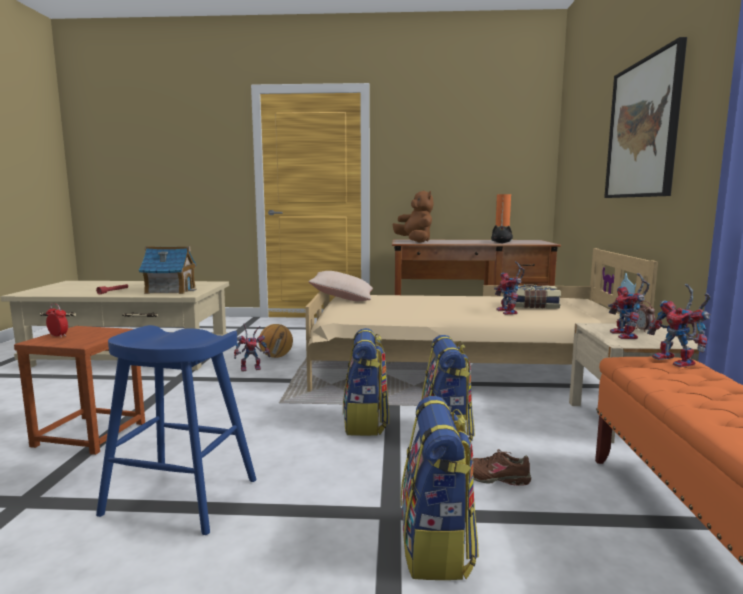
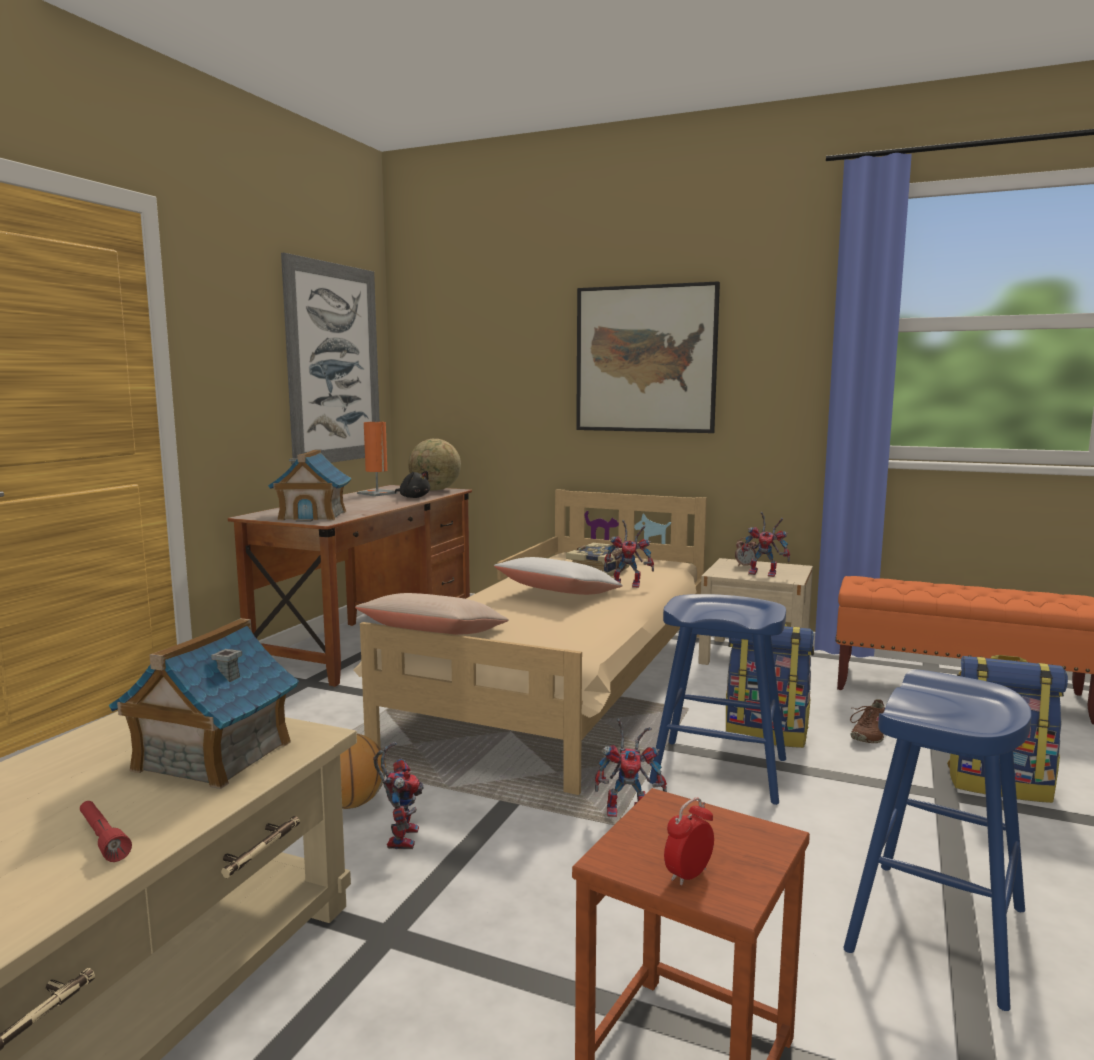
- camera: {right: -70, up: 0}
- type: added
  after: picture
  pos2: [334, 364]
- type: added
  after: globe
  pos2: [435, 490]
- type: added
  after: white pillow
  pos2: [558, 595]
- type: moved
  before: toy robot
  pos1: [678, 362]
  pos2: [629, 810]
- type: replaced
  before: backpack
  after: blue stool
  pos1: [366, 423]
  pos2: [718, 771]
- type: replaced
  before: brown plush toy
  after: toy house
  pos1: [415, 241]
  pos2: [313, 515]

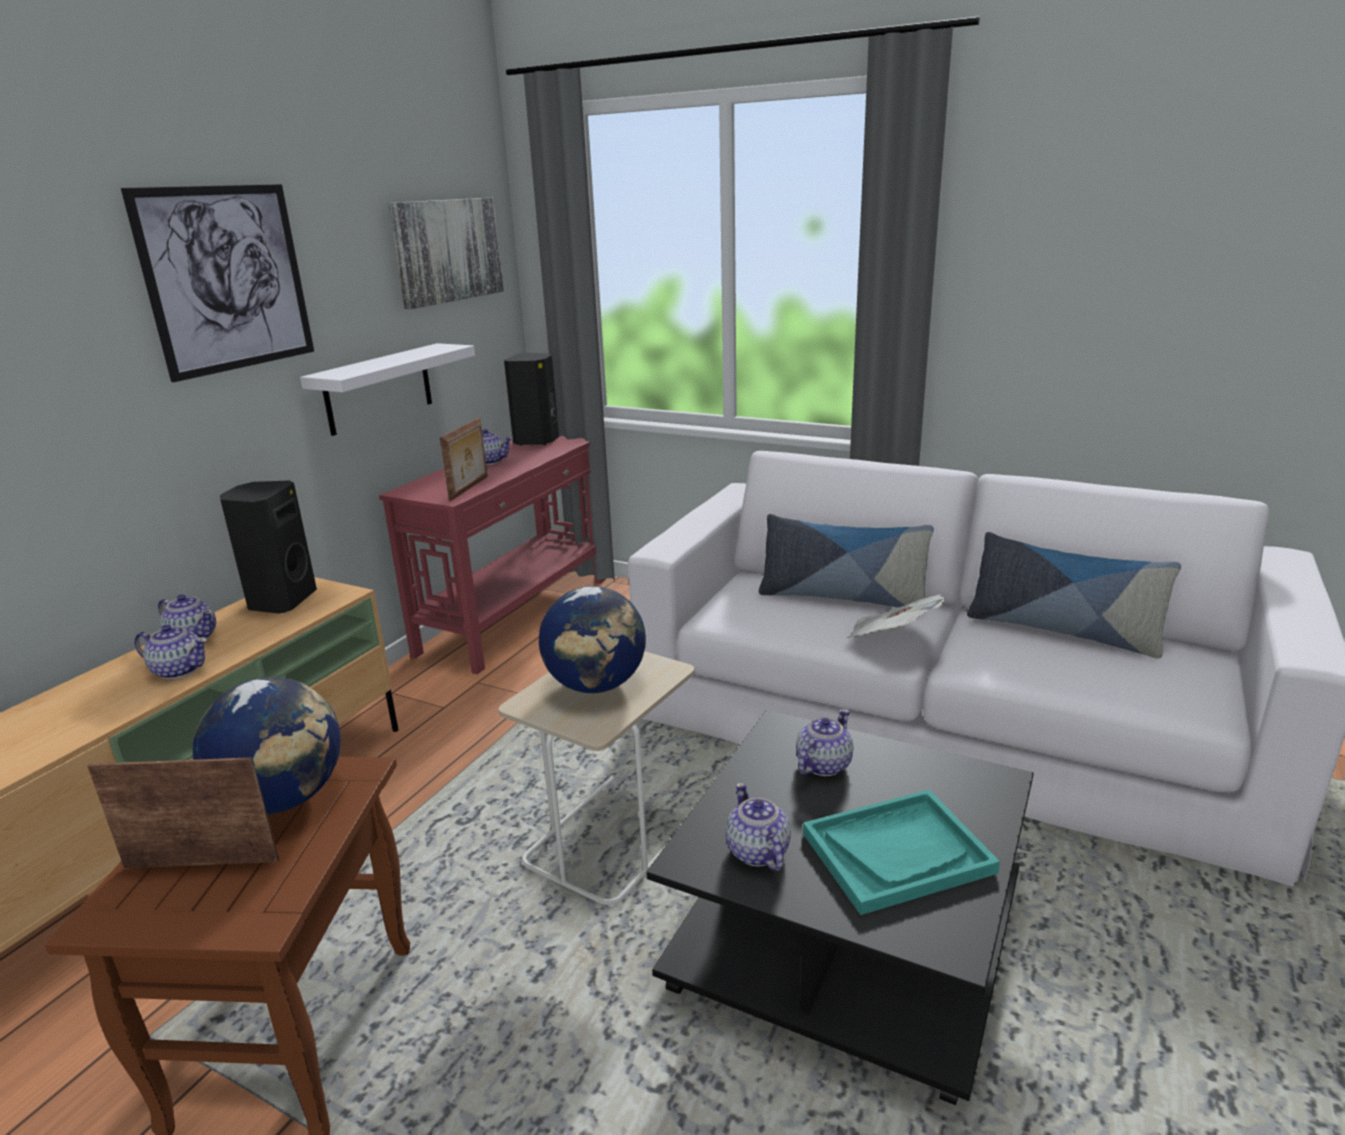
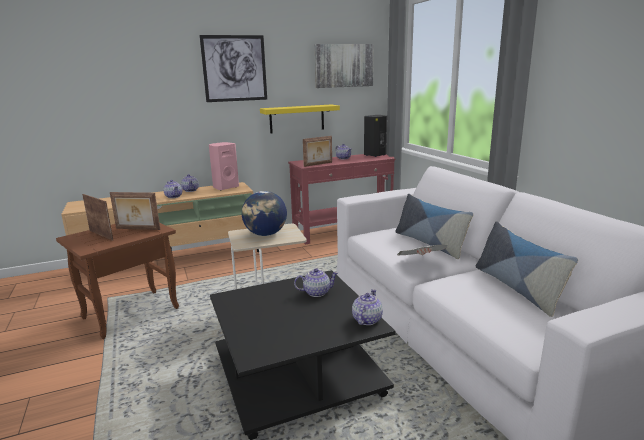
- camera: {right: 40, up: -5}
- type: removed
  before: turquoise tray
  pos1: [897, 852]
- type: moved
  before: teapot
  pos1: [757, 852]
  pos2: [366, 320]
- type: replaced
  before: globe
  after: picture frame
  pos1: [284, 799]
  pos2: [137, 229]
- type: recoloured
  before: black speaker
  after: pink speaker
  pos1: [280, 601]
  pos2: [225, 187]
- type: recoloured
  before: white shelf
  after: yellow shelf
  pos1: [379, 388]
  pos2: [297, 118]

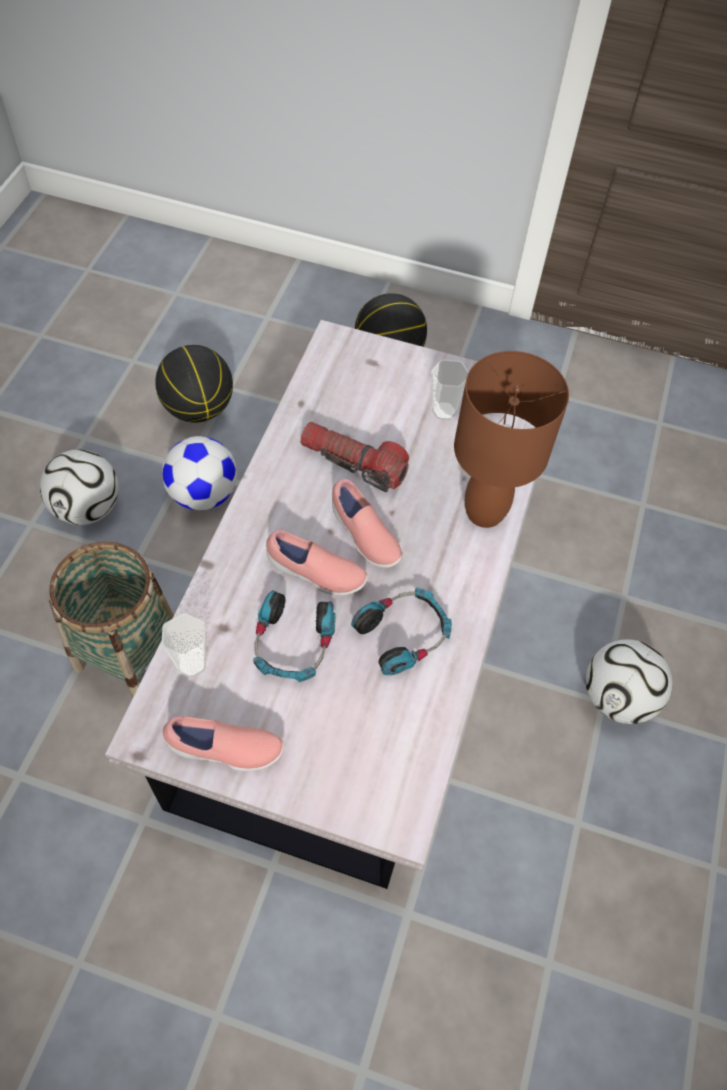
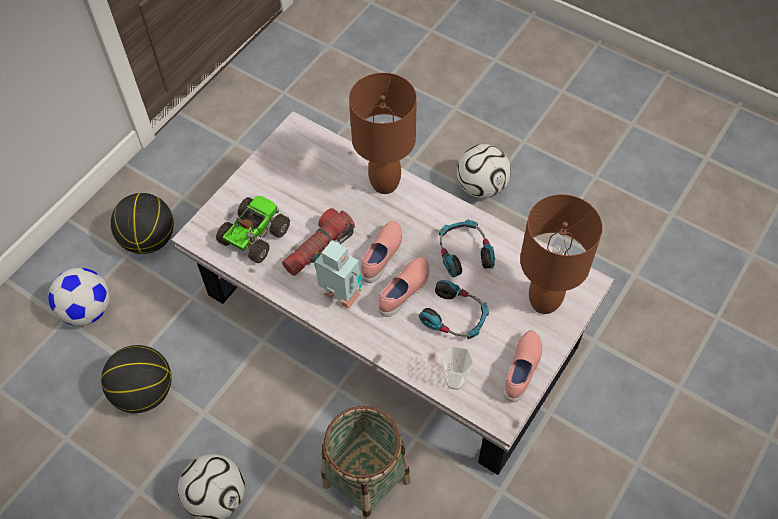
- camera: {right: -70, up: 0}
- type: removed
  before: cup
  pos1: [444, 411]
- type: added
  after: toy truck
  pos2: [253, 236]
- type: added
  after: toy robot
  pos2: [341, 298]
- type: added
  after: brown table lamp
  pos2: [544, 303]
- type: moved
  before: football
  pos1: [203, 494]
  pos2: [87, 310]
- type: turned
  before: pink shoe
  pos1: [364, 536]
  pos2: [382, 257]
  turn: -45

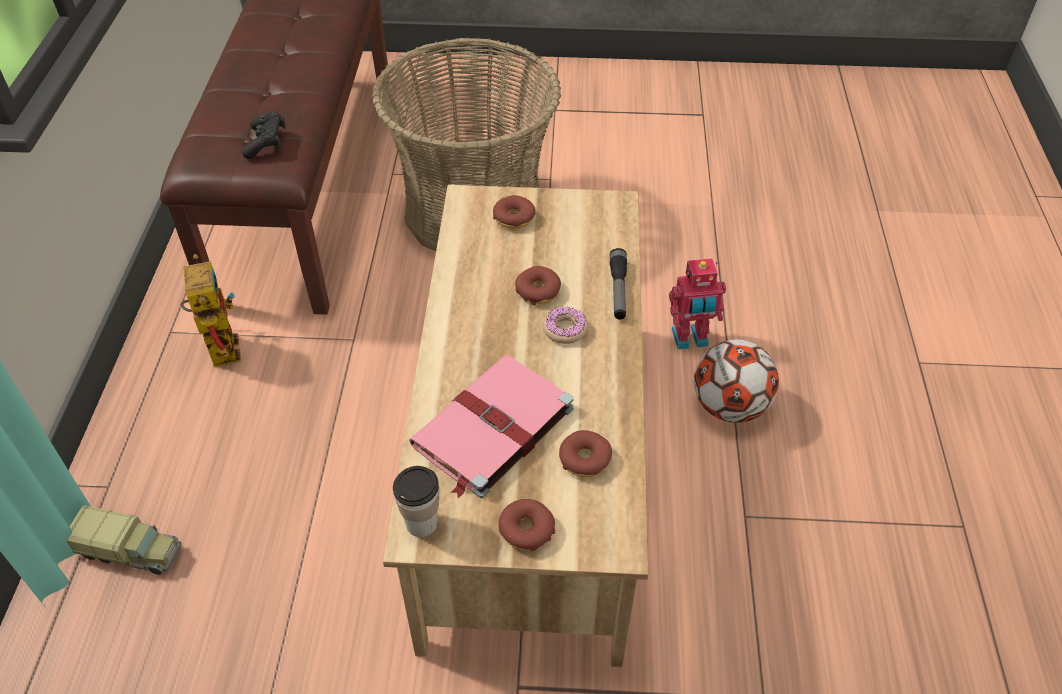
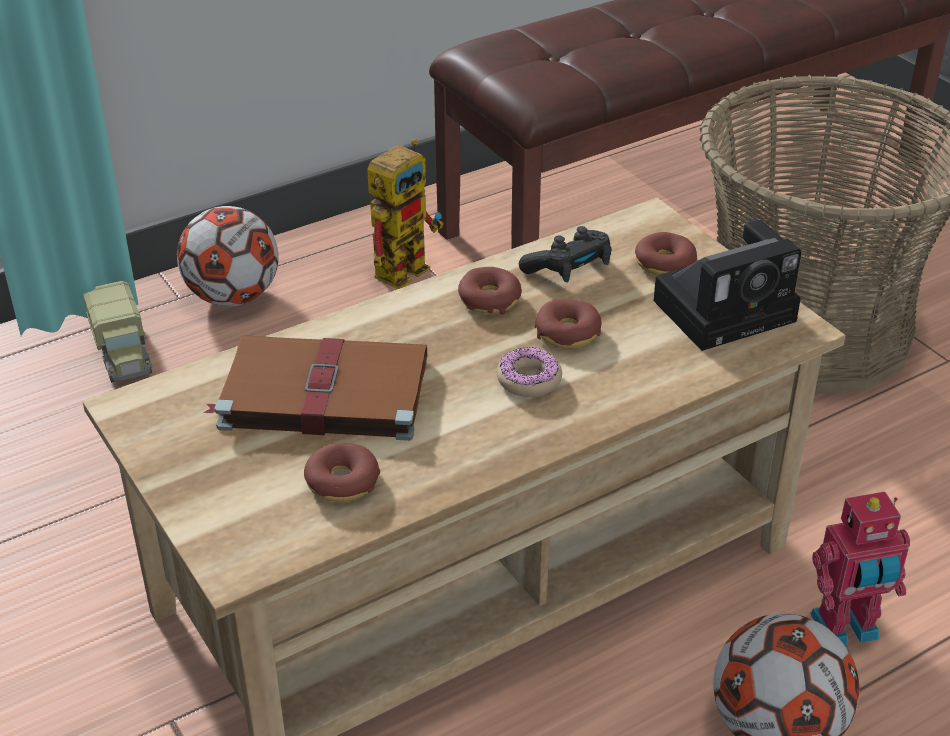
- camera: {right: 55, up: -10}
- type: removed
  before: cup
  pos1: [421, 523]
- type: removed
  before: flashlight
  pos1: [618, 290]
- type: added
  after: football
  pos2: [233, 296]
- type: added
  after: photo camera
  pos2: [728, 308]
- type: moved
  before: black game controller
  pos1: [266, 143]
  pos2: [569, 269]
- type: moved
  before: donut
  pos1: [526, 529]
  pos2: [489, 299]
- type: recoloured
  before: pink book
  after: brown book
  pos1: [491, 429]
  pos2: [320, 393]
- type: turned
  before: toy robot
  pos1: [690, 339]
  pos2: [846, 630]
  turn: -60

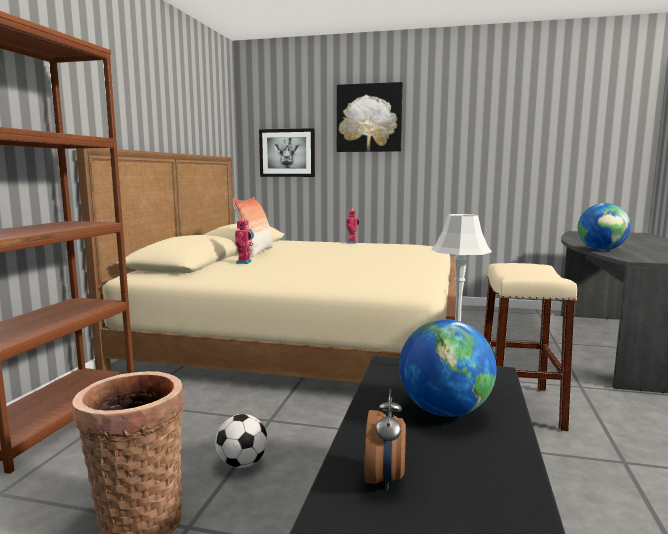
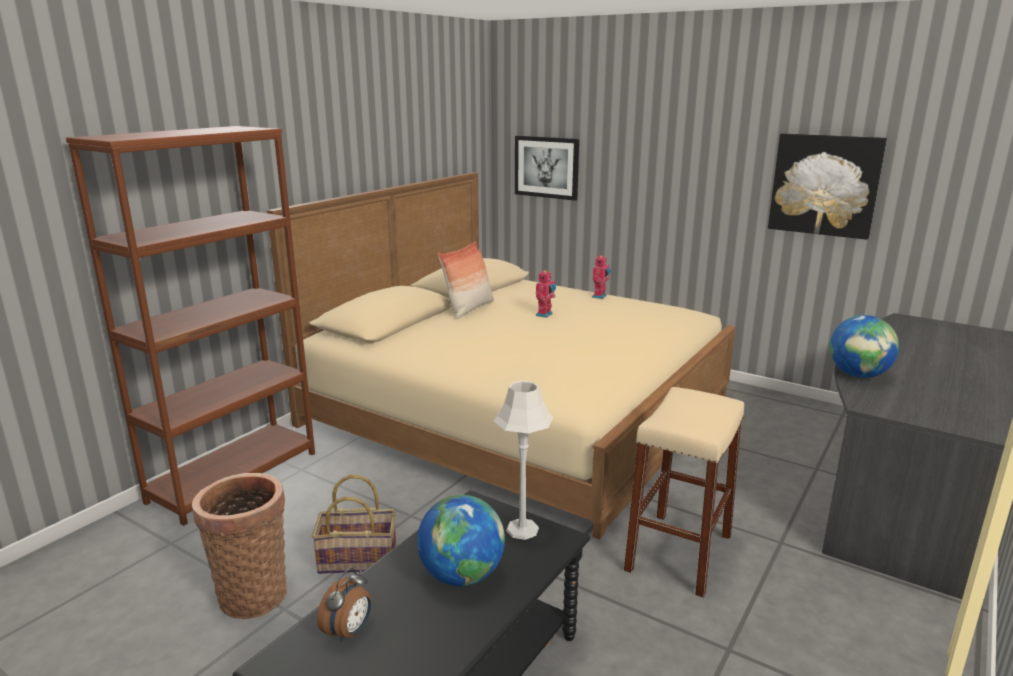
- camera: {right: 20, up: 10}
- type: moved
  before: toy robot
  pos1: [245, 262]
  pos2: [545, 315]
- type: moved
  before: picture
  pos1: [369, 118]
  pos2: [824, 185]
- type: replaced
  before: football
  after: basket
  pos1: [242, 464]
  pos2: [358, 559]

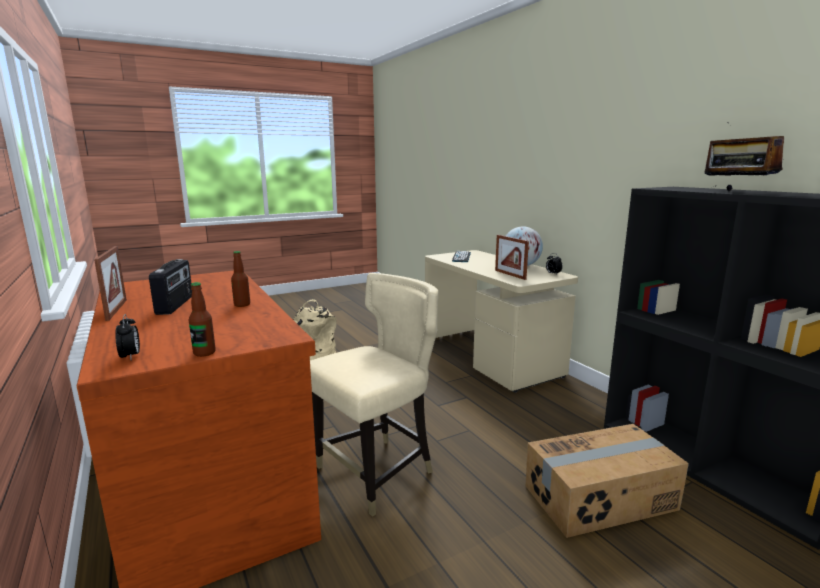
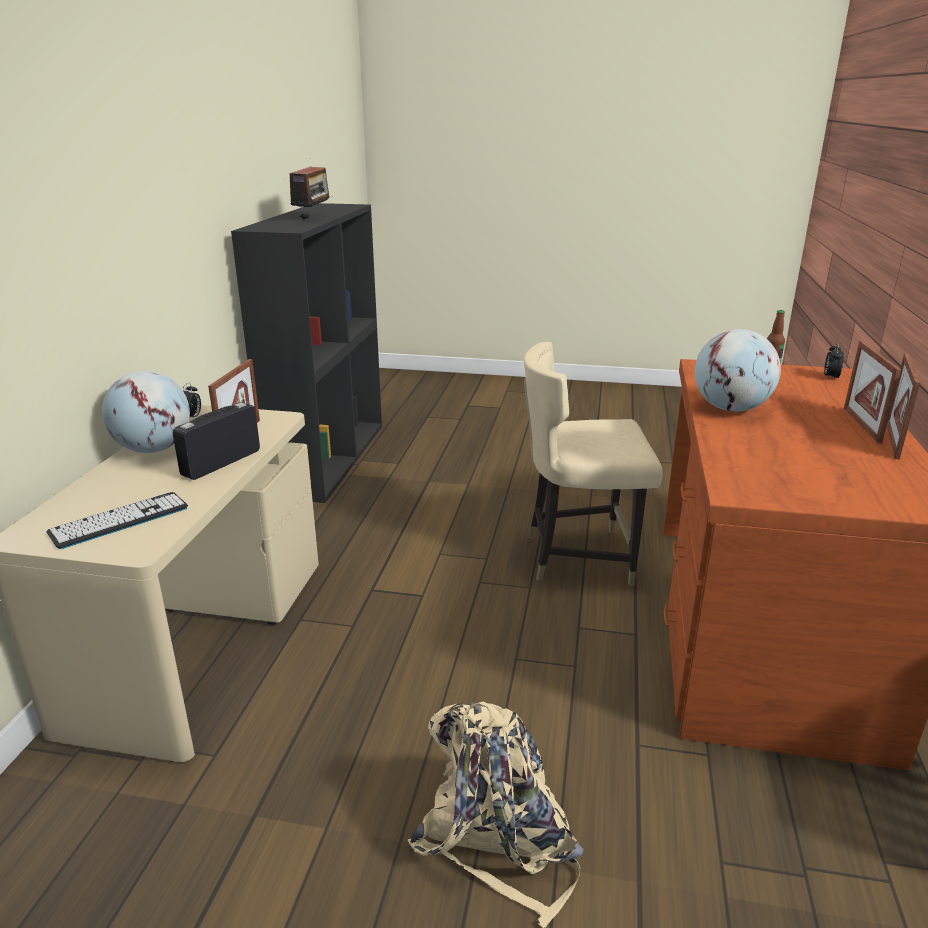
- camera: {right: -140, up: 10}
- type: removed
  before: cardboard box
  pos1: [600, 498]
- type: added
  after: picture frame
  pos2: [861, 425]
- type: moved
  before: radio
  pos1: [176, 305]
  pos2: [221, 463]
- type: replaced
  before: bottle
  after: globe
  pos1: [242, 304]
  pos2: [730, 409]

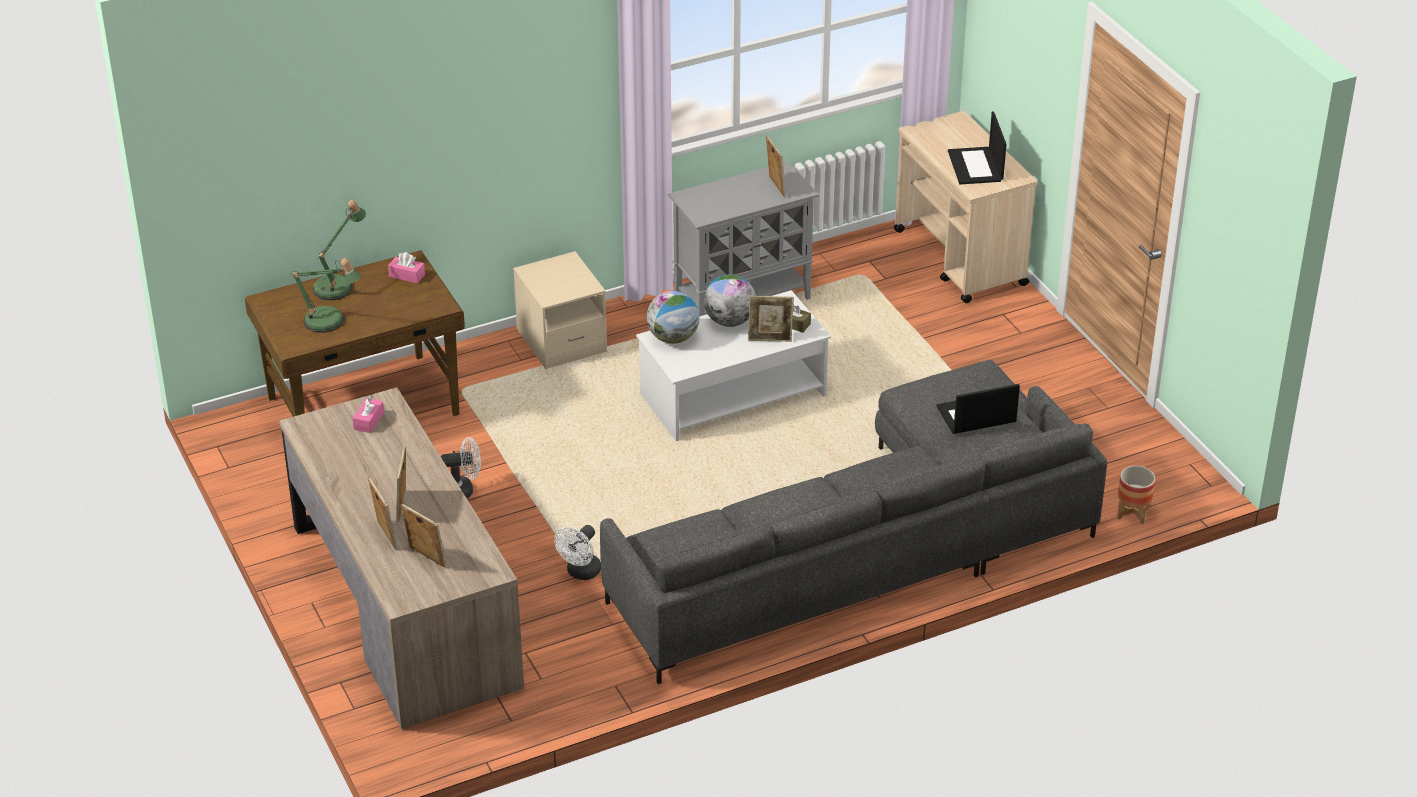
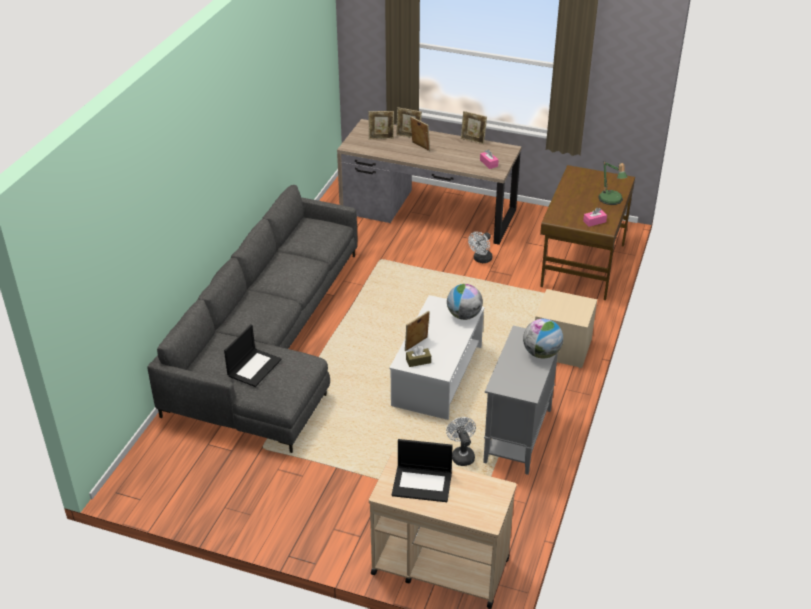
- camera: {right: 135, up: 0}
- type: removed
  before: table lamp
  pos1: [329, 323]
- type: removed
  before: planter
  pos1: [1132, 513]
- type: moved
  before: white fan
  pos1: [581, 573]
  pos2: [461, 455]
- type: moved
  before: globe
  pos1: [729, 321]
  pos2: [541, 353]
- type: moved
  before: picture frame
  pos1: [775, 187]
  pos2: [473, 140]
- type: turned
  before: laptop
  pos1: [976, 166]
  pos2: [422, 483]
  turn: 150

